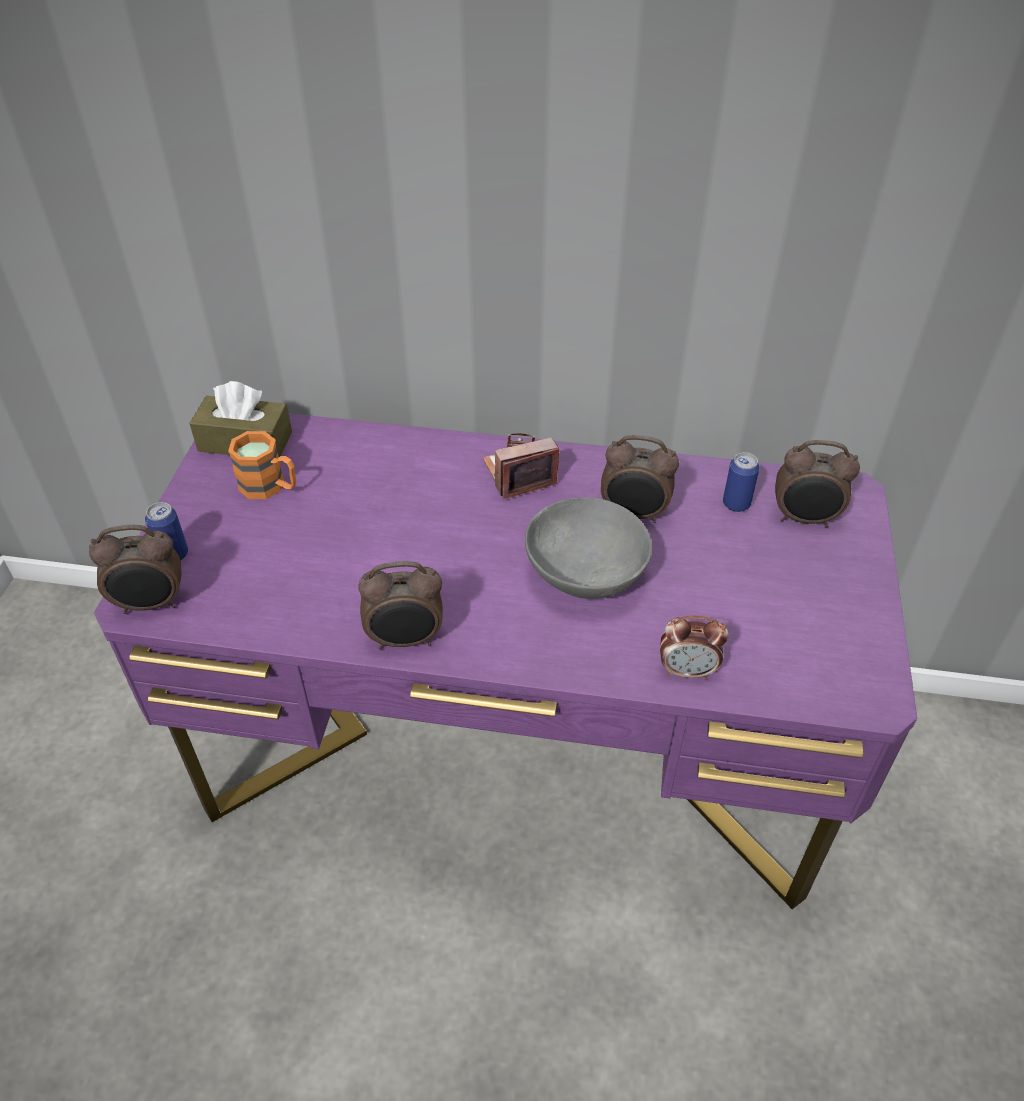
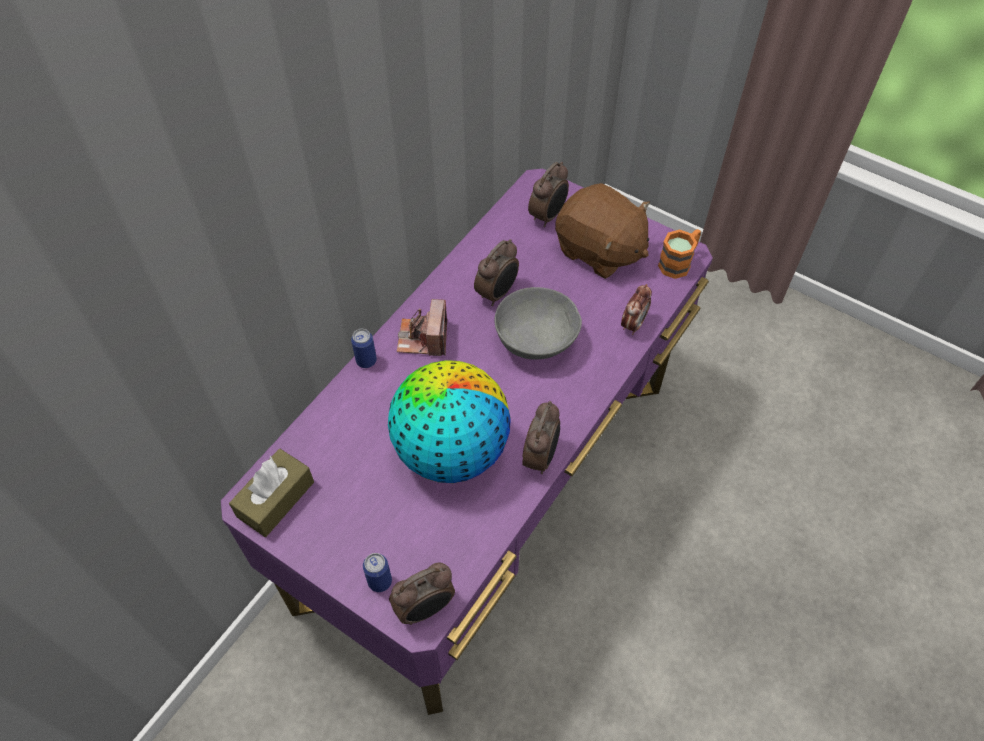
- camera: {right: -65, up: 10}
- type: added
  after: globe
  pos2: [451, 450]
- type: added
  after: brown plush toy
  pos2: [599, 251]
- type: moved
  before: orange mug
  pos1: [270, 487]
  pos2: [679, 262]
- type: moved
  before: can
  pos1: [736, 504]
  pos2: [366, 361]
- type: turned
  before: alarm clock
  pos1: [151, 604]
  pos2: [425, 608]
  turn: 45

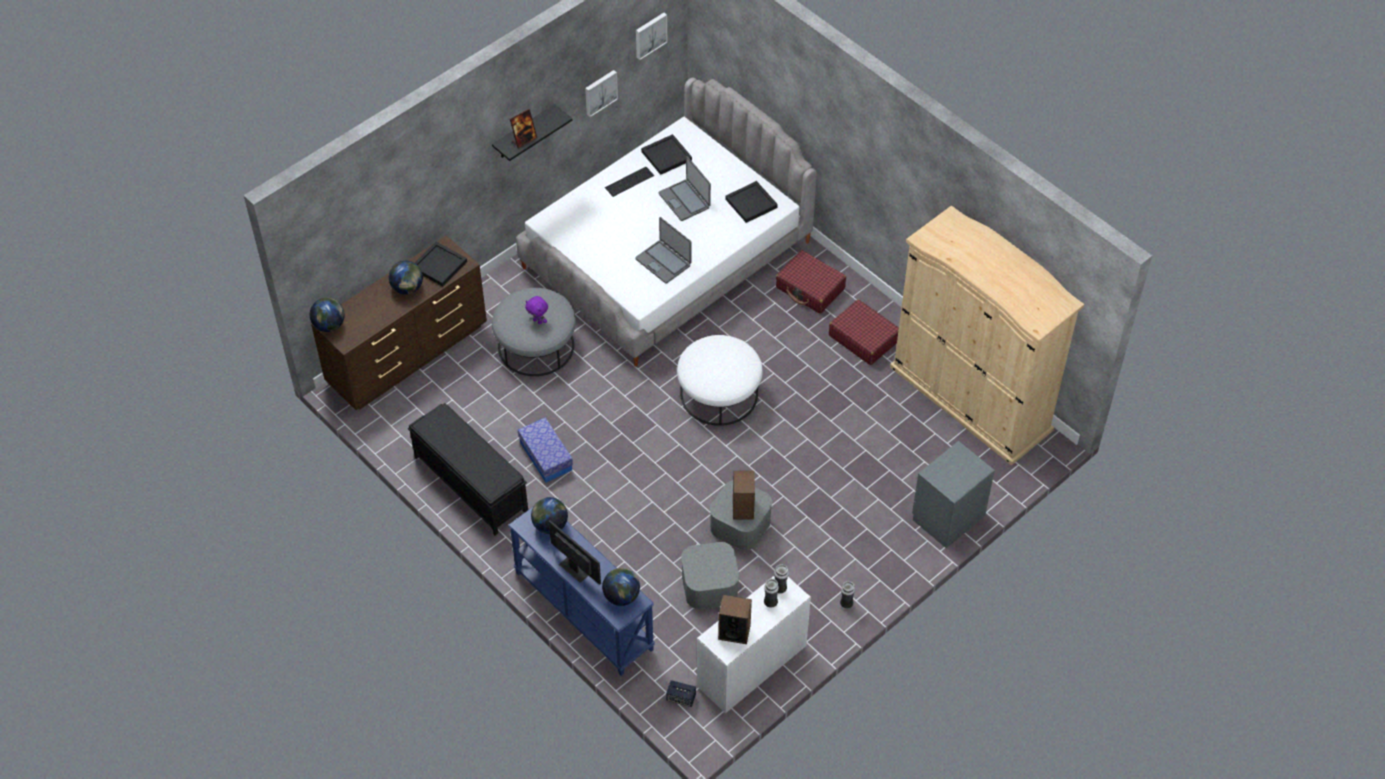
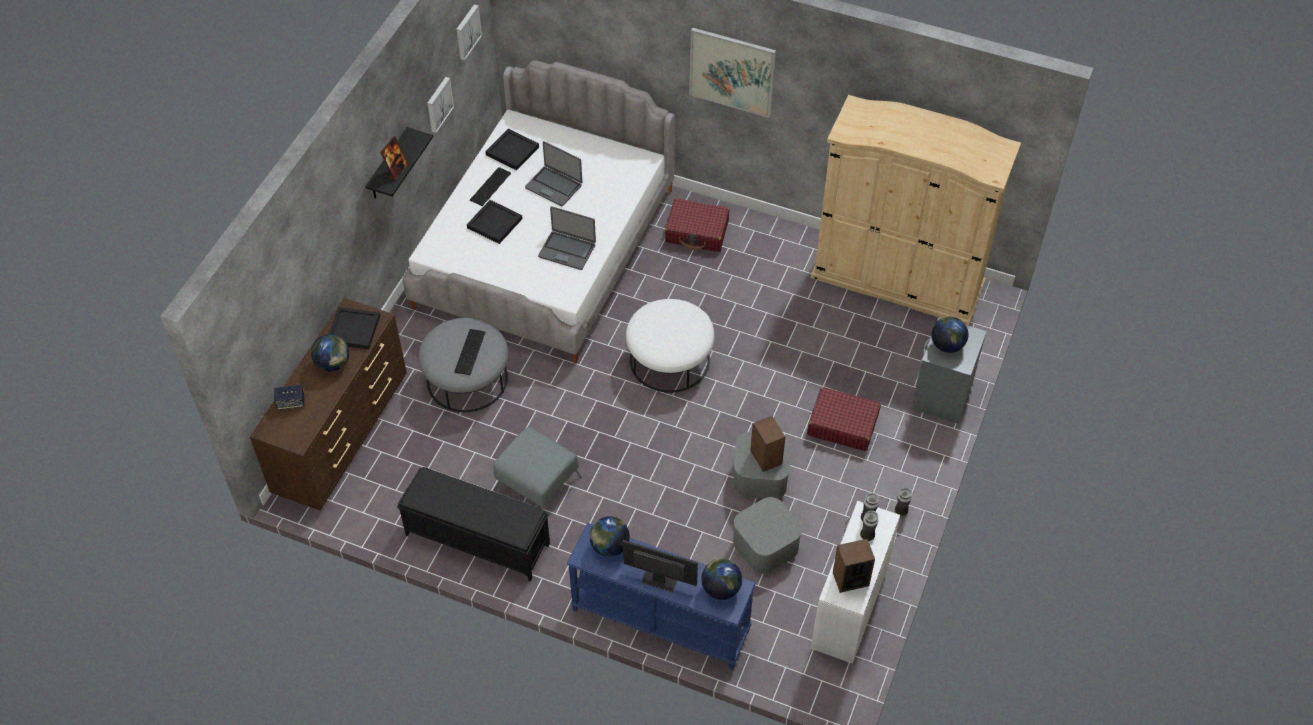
- camera: {right: -25, up: 0}
- type: added
  after: picture
  pos2: [732, 71]
- type: moved
  before: globe
  pos1: [329, 325]
  pos2: [947, 345]
- type: moved
  before: speaker
  pos1: [681, 698]
  pos2: [290, 403]
- type: moved
  before: black tray
  pos1: [751, 203]
  pos2: [494, 223]
- type: moved
  before: red suitcase
  pos1: [863, 338]
  pos2: [842, 425]
- type: replaced
  before: storage box
  after: grey ottoman
  pos1: [546, 456]
  pos2: [537, 483]
- type: replaced
  before: purple plush toy
  after: keyboard
  pos1: [538, 321]
  pos2: [471, 351]

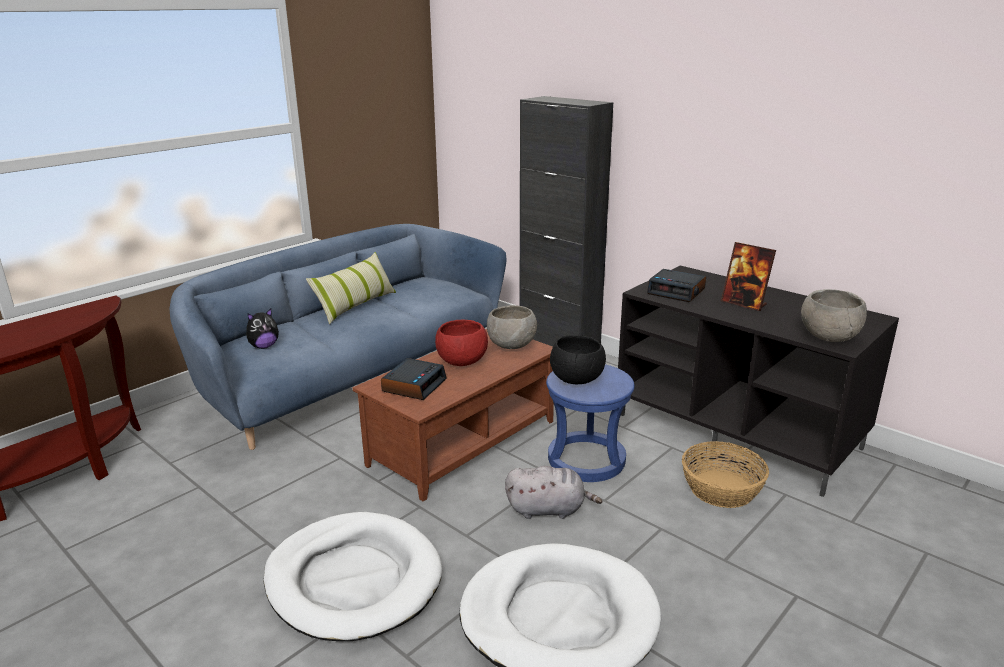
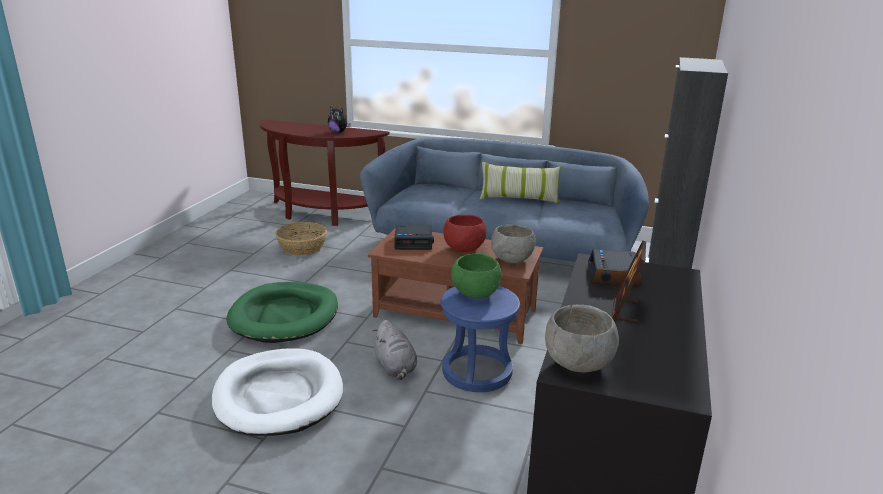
- camera: {right: 65, up: 0}
- type: moved
  before: plush toy
  pos1: [264, 346]
  pos2: [338, 132]
- type: moved
  before: basket
  pos1: [721, 489]
  pos2: [302, 248]
- type: recoloured
  before: white dog bed
  after: green dog bed
  pos1: [353, 580]
  pos2: [285, 316]
- type: recoloured
  before: black bowl
  after: green bowl
  pos1: [576, 380]
  pos2: [475, 294]

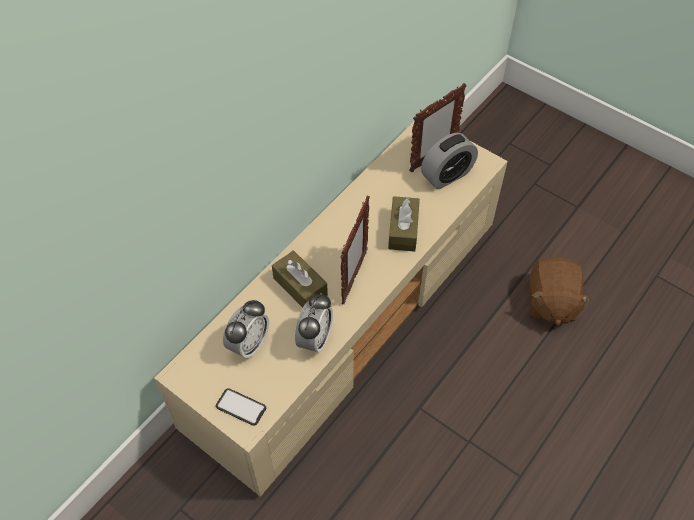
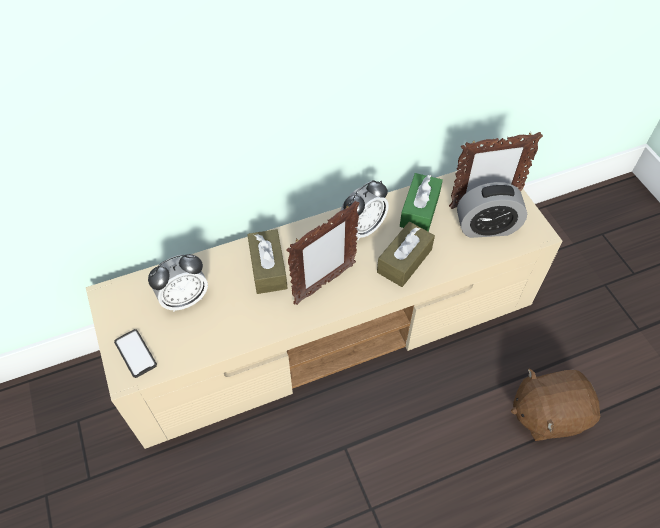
- camera: {right: 30, up: 0}
- type: added
  after: green tissue box
  pos2: [419, 210]
- type: moved
  before: alarm clock
  pos1: [315, 339]
  pos2: [362, 228]
- type: turned
  before: brown plush toy
  pos1: [551, 302]
  pos2: [548, 414]
  turn: 45

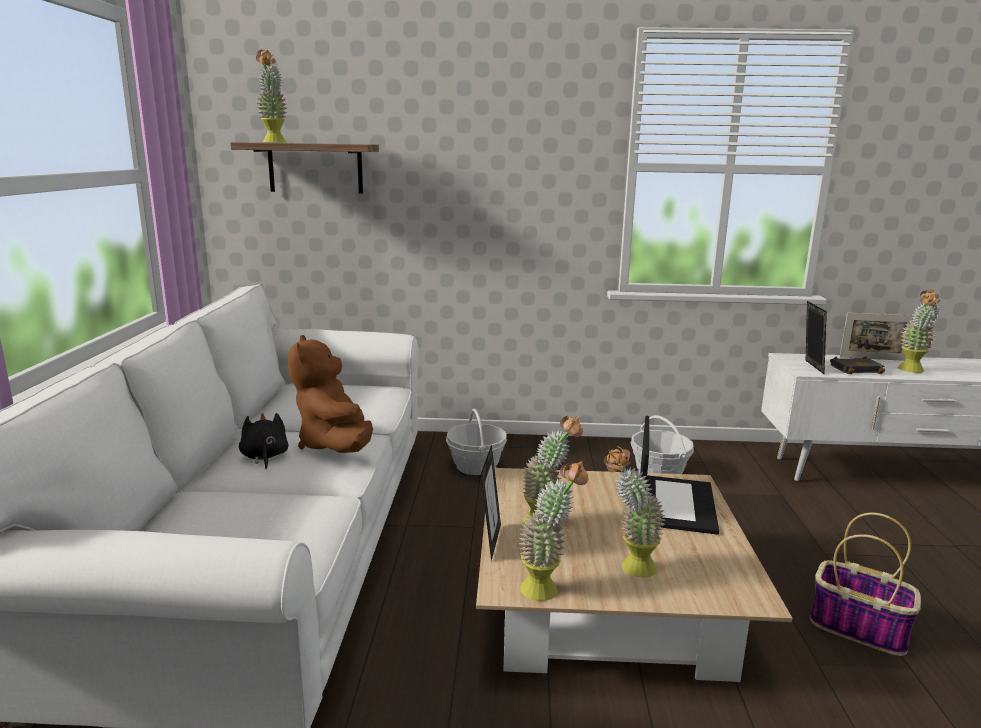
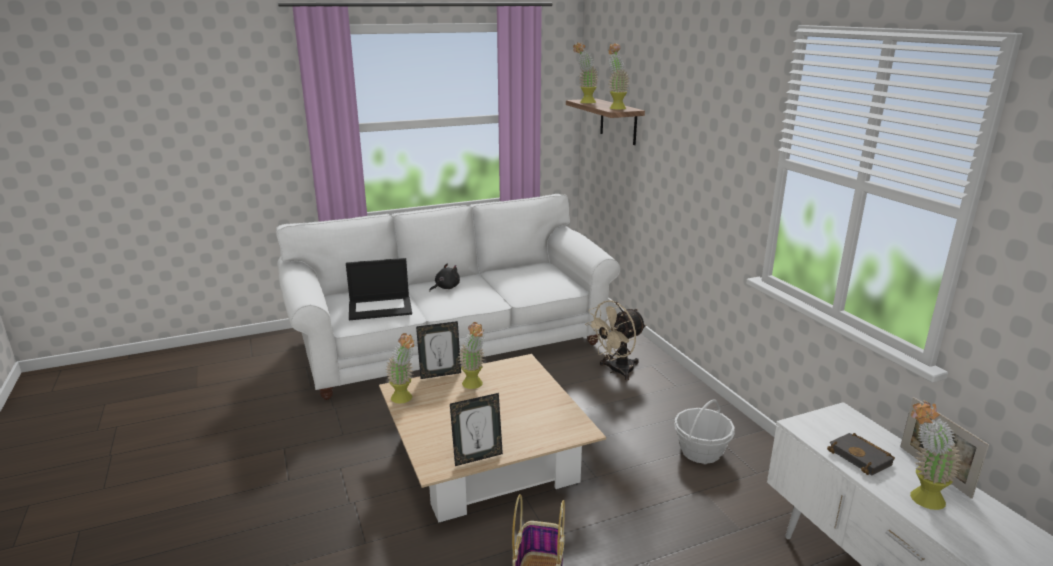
- camera: {right: 65, up: 5}
- type: removed
  before: brown plush toy
  pos1: [335, 445]
- type: moved
  before: potted plant
  pos1: [629, 567]
  pos2: [615, 108]
- type: moved
  before: laptop
  pos1: [674, 503]
  pos2: [381, 308]
- type: moved
  before: picture frame
  pos1: [810, 367]
  pos2: [477, 457]
- type: replaced
  before: basket
  after: beige fan
  pos1: [476, 466]
  pos2: [616, 371]

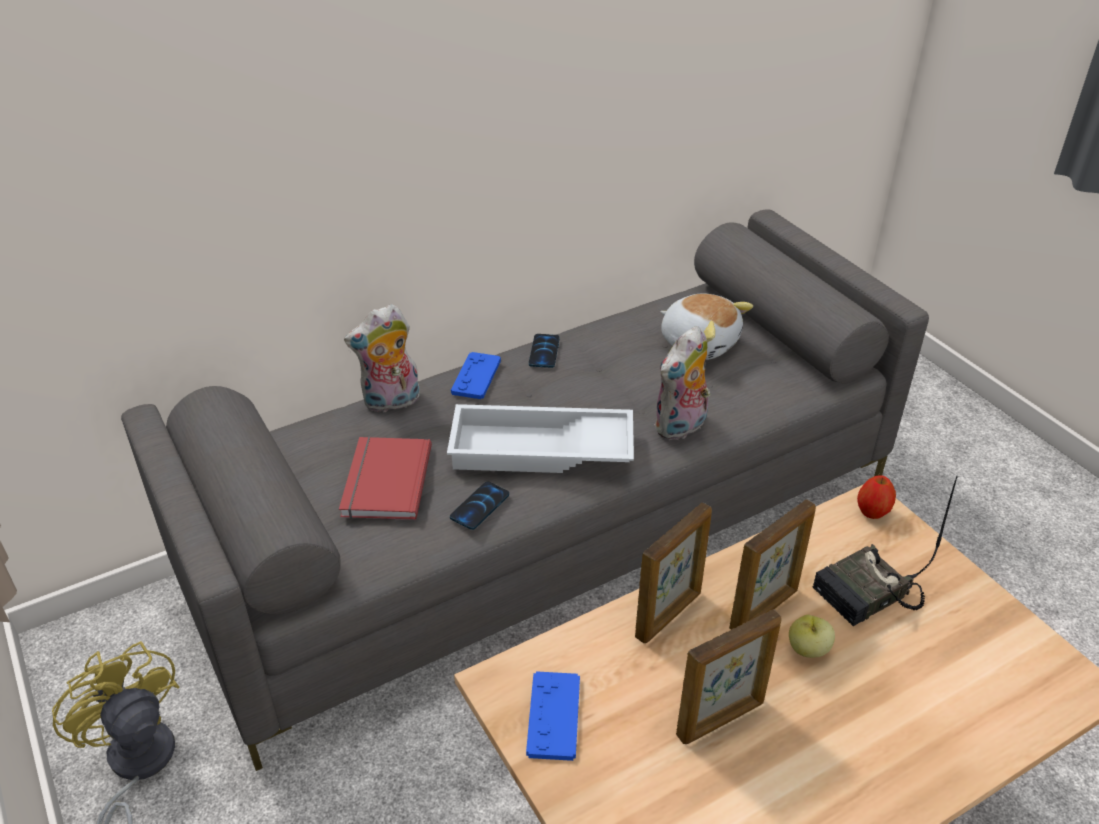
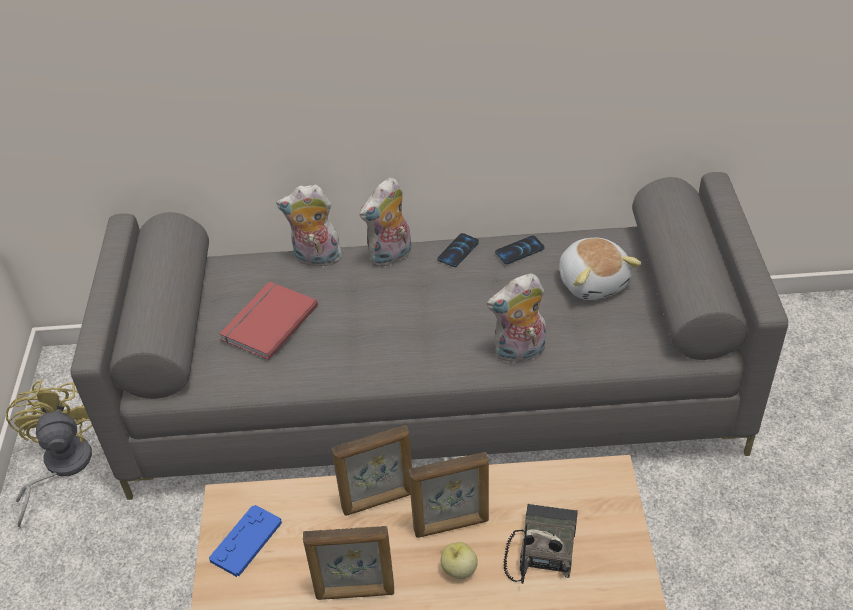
- camera: {right: 30, up: 5}
- type: removed
  before: white tray
  pos1: [540, 451]
- type: removed
  before: apple
  pos1: [872, 512]
- type: moved
  before: phone
  pos1: [480, 506]
  pos2: [519, 251]
- type: replaced
  before: blue game controller
  after: plush toy
  pos1: [476, 377]
  pos2: [391, 257]
- type: turned
  before: radio
  pos1: [868, 596]
  pos2: [541, 548]
  turn: 105

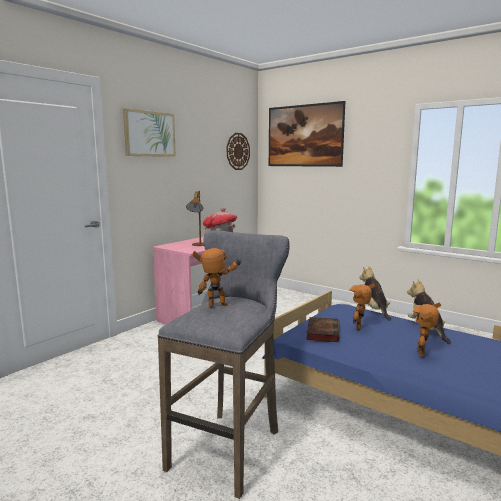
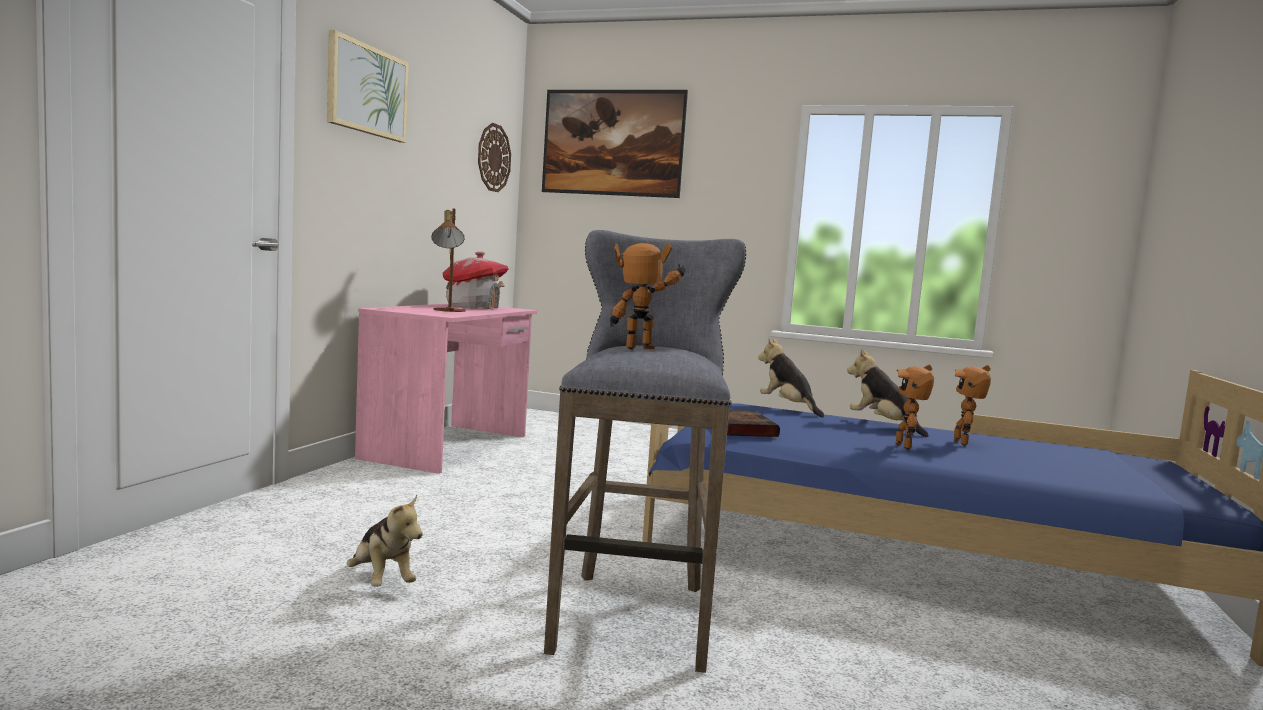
- camera: {right: -20, up: -5}
- type: added
  after: plush toy
  pos2: [381, 581]
- type: moved
  before: toy robot
  pos1: [361, 328]
  pos2: [963, 443]

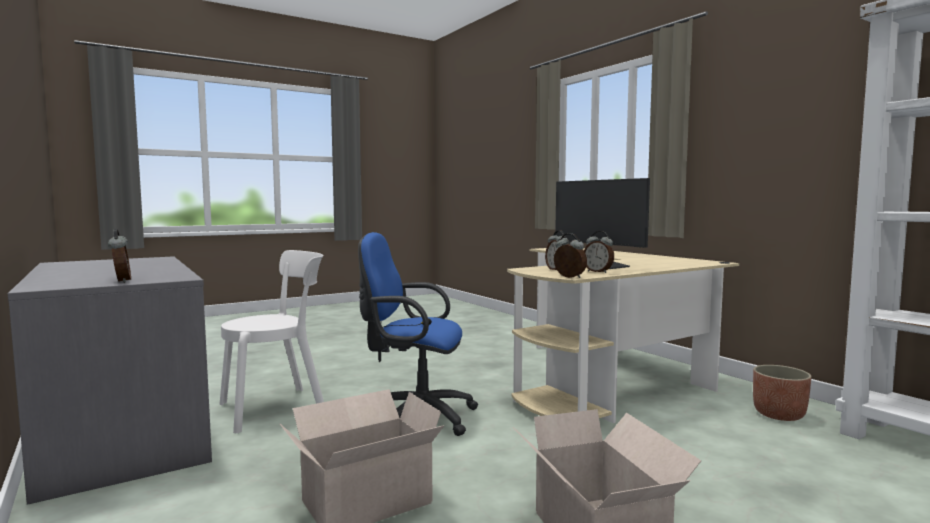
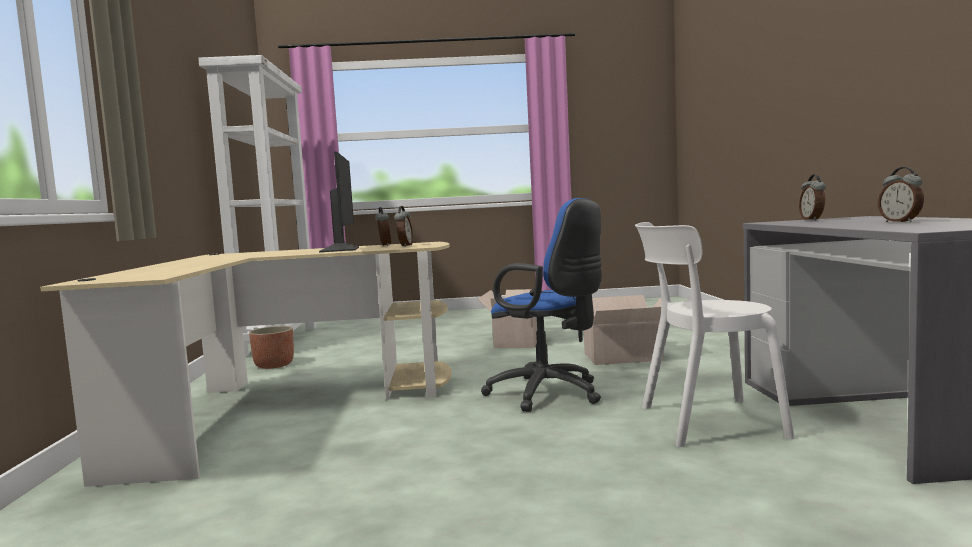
- camera: {right: -150, up: 0}
- type: moved
  before: alarm clock
  pos1: [569, 277]
  pos2: [901, 222]

